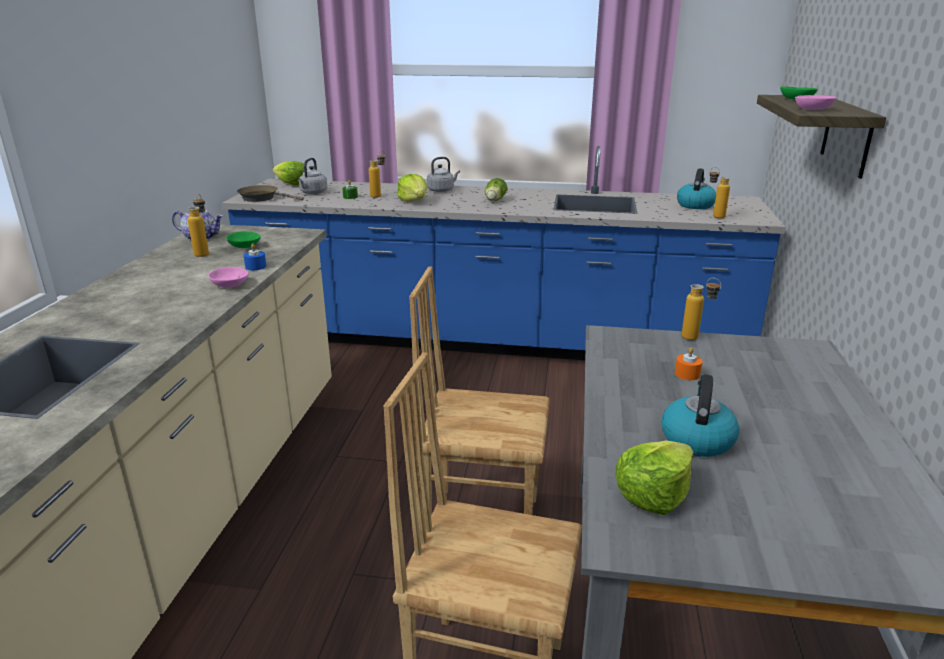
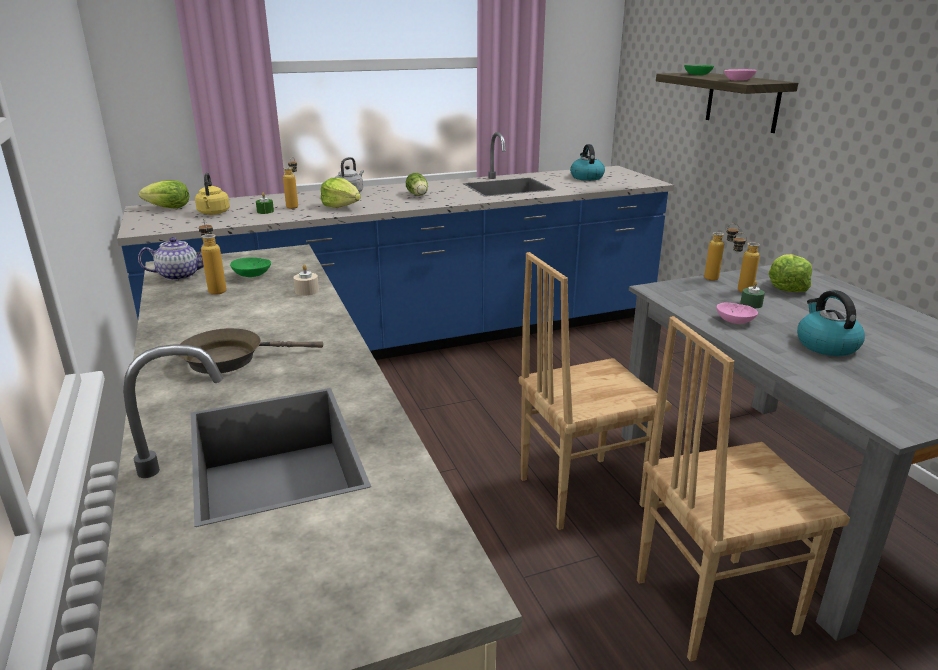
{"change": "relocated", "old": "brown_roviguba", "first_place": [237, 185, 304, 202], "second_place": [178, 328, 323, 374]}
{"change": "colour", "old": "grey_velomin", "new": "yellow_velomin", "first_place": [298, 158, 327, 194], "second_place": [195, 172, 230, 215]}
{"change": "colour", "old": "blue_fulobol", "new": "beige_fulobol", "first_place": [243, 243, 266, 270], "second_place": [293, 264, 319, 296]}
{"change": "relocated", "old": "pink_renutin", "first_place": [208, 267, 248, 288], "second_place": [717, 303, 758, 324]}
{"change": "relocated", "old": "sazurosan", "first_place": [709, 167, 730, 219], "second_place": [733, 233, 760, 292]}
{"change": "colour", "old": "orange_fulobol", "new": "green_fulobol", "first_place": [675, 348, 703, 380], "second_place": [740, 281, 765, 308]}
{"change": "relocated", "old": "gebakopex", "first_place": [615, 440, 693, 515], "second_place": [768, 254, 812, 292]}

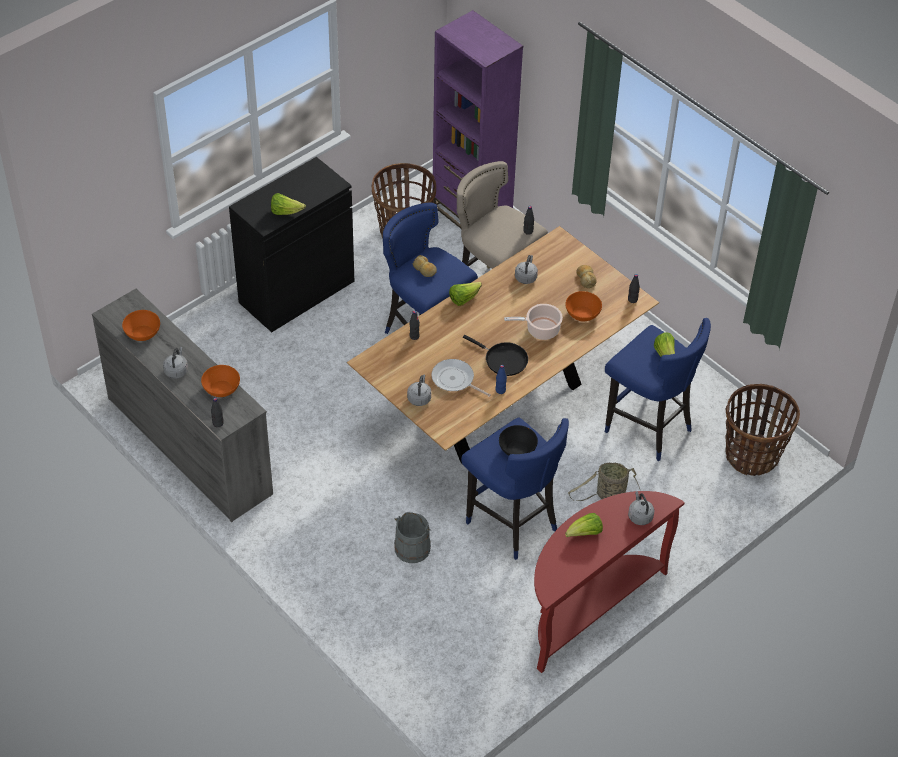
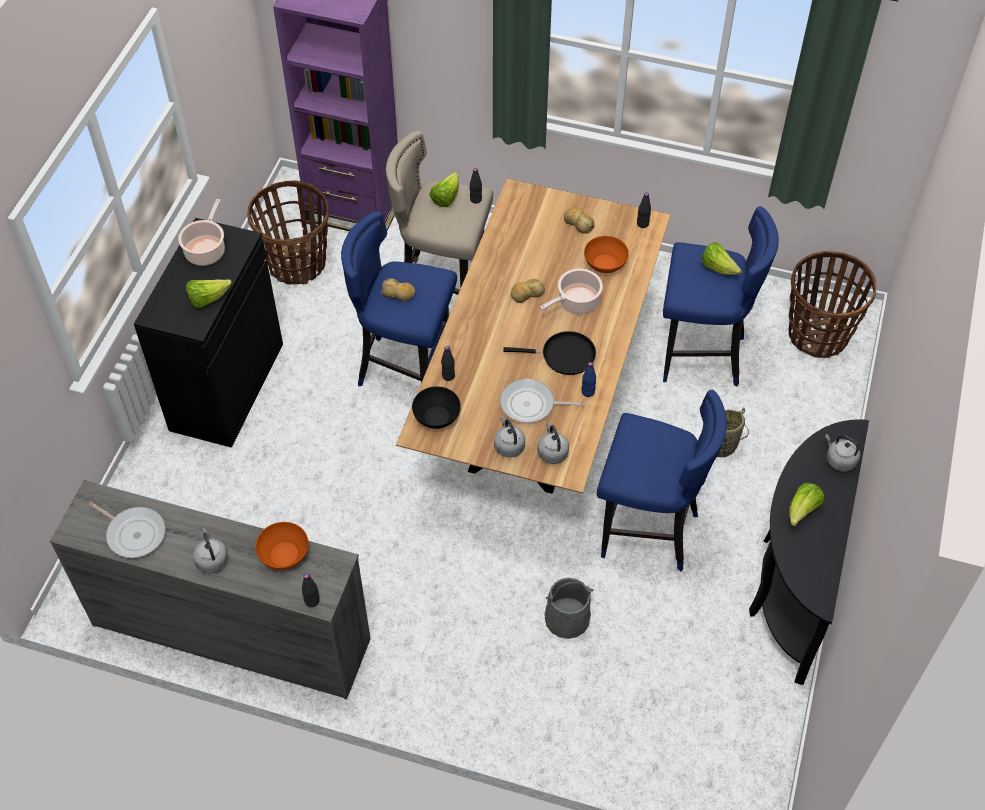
{"change": "exchanged", "old": "orange_renutin", "new": "roviguba", "first_place": [122, 310, 160, 341], "second_place": [89, 502, 166, 558]}
{"change": "appeared", "new": "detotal", "second_place": [178, 199, 225, 266]}
{"change": "relocated", "old": "black_renutin", "first_place": [499, 425, 538, 456], "second_place": [412, 386, 461, 429]}
{"change": "relocated", "old": "gebakopex", "first_place": [449, 282, 482, 306], "second_place": [430, 172, 459, 207]}
{"change": "appeared", "new": "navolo", "second_place": [510, 279, 545, 303]}
{"change": "relocated", "old": "grey_velomin", "first_place": [515, 255, 538, 284], "second_place": [537, 422, 569, 464]}
{"change": "colour", "old": "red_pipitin", "new": "black_pipitin", "first_place": [534, 491, 685, 673], "second_place": [749, 419, 869, 685]}

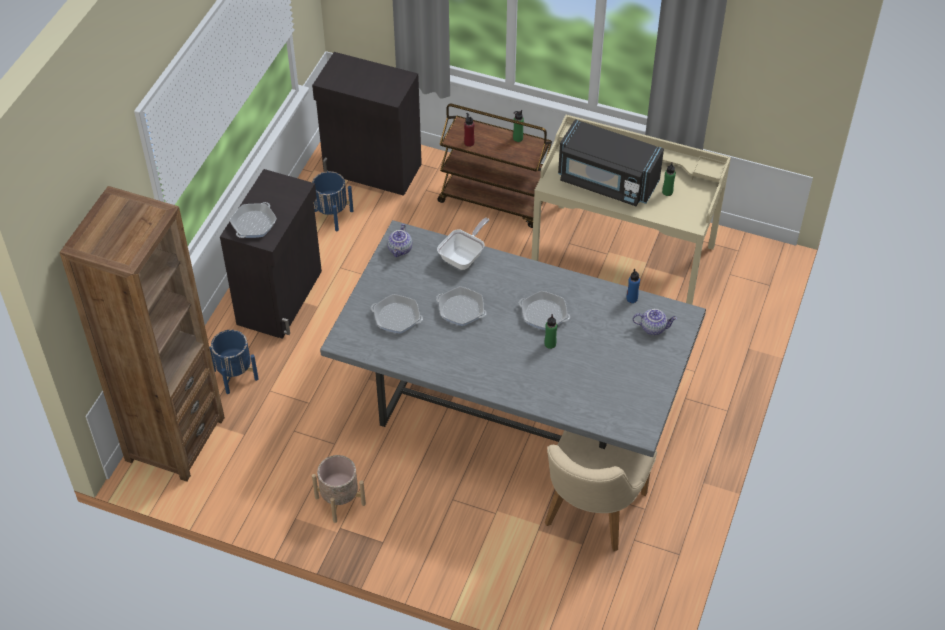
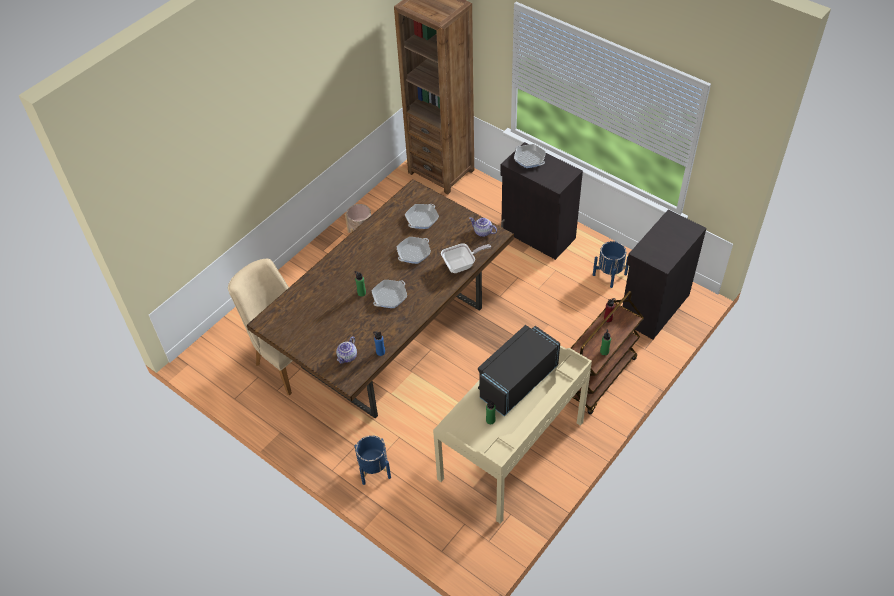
{"change": "colour", "old": "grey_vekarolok", "new": "brown_vekarolok", "first_place": [320, 220, 706, 457], "second_place": [247, 179, 514, 418]}
{"change": "relocated", "old": "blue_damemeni", "first_place": [209, 330, 259, 394], "second_place": [354, 435, 391, 485]}
{"change": "spun", "old": "roviguba", "first_place": [437, 218, 489, 270], "second_place": [441, 243, 491, 273], "degrees": -75}

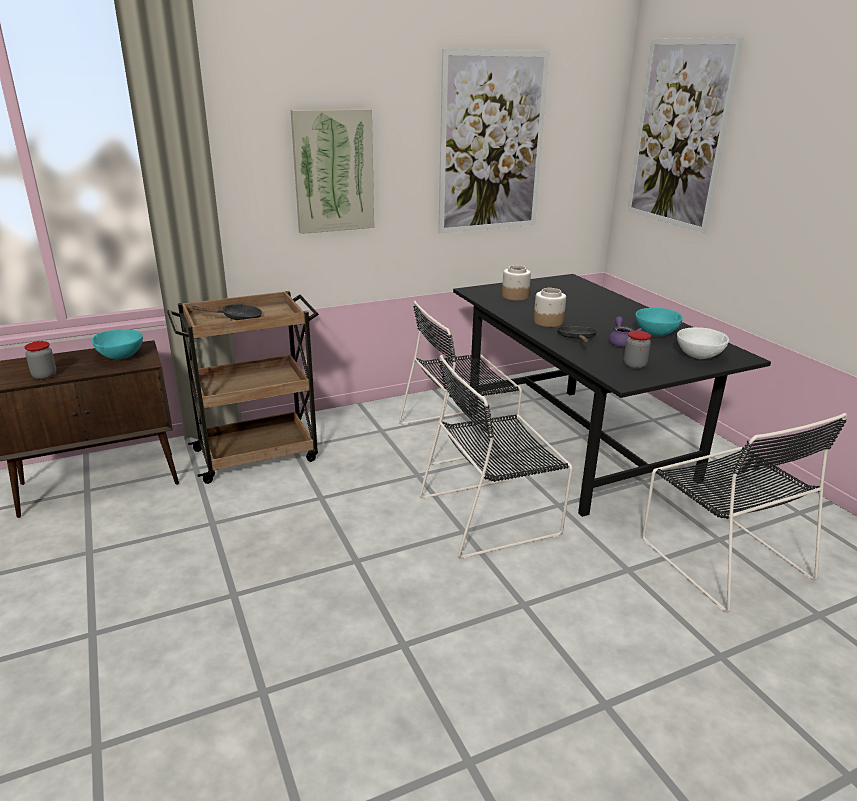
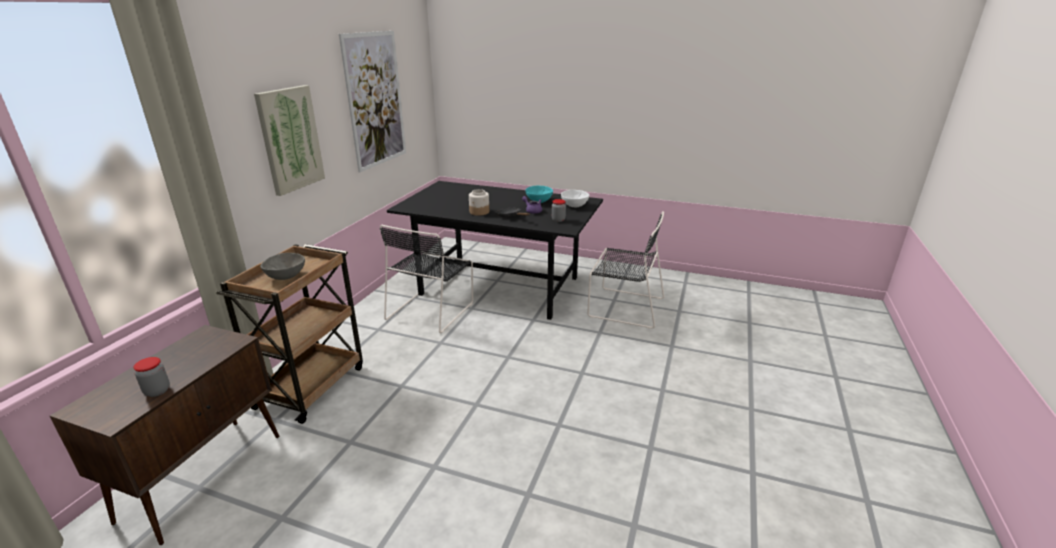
{"change": "exchanged", "old": "black_roviguba", "new": "grey_renutin", "first_place": [191, 304, 262, 320], "second_place": [260, 253, 305, 280]}
{"change": "missing", "old": "turquoise_renutin", "first_place": [91, 329, 143, 359]}
{"change": "missing", "old": "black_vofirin", "first_place": [420, 355, 573, 559]}
{"change": "missing", "old": "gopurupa", "first_place": [502, 265, 531, 301]}
{"change": "missing", "old": "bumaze", "first_place": [627, 37, 744, 234]}

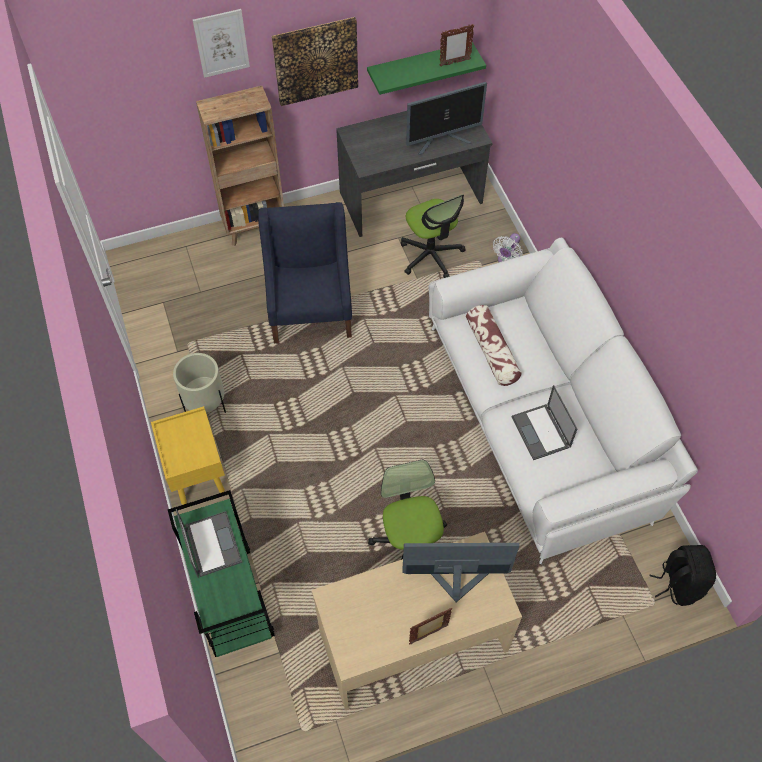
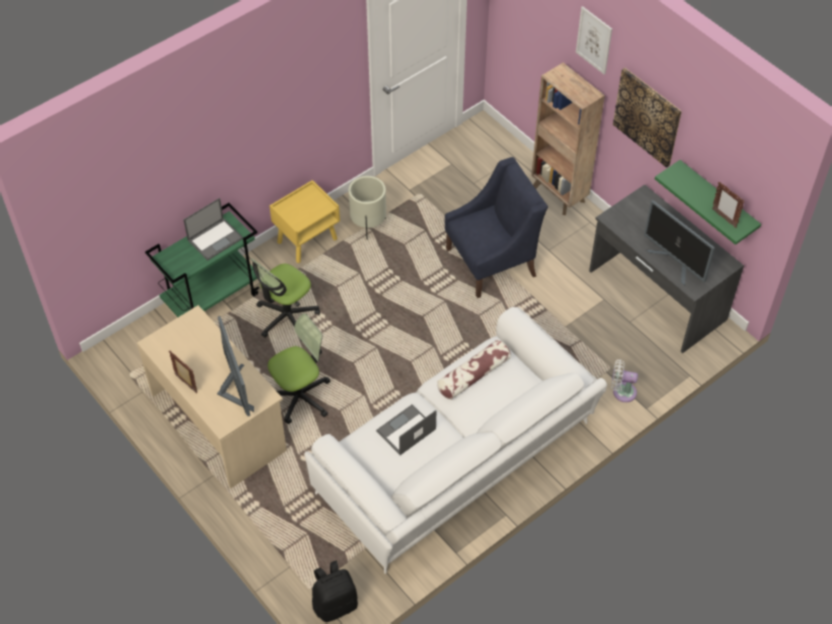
{"change": "relocated", "old": "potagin", "first_place": [401, 194, 465, 278], "second_place": [251, 258, 320, 340]}

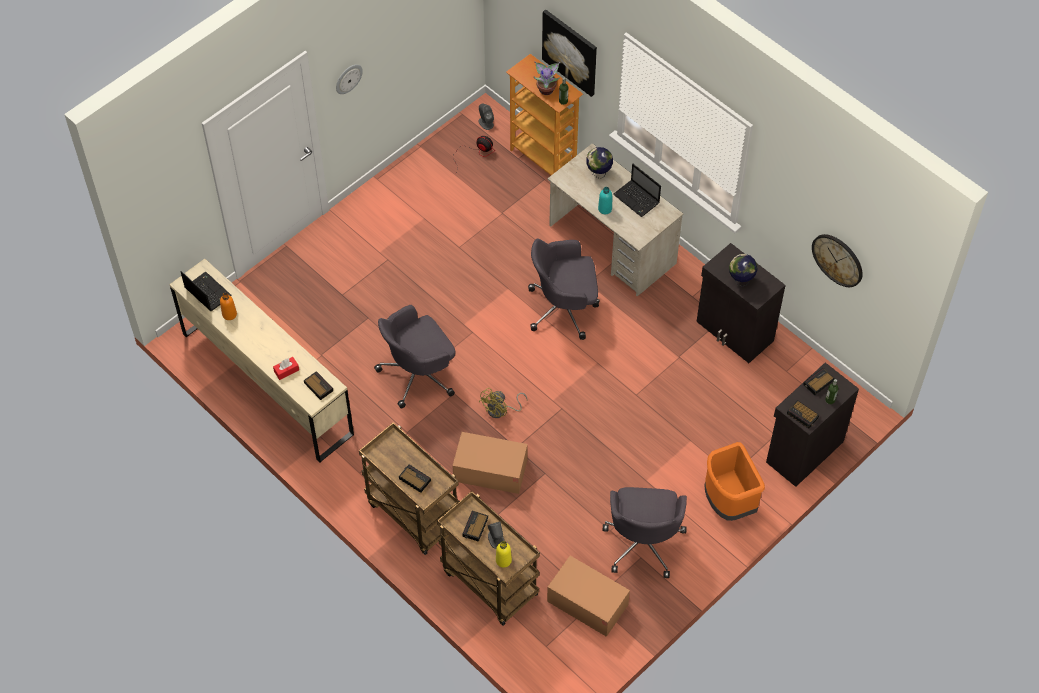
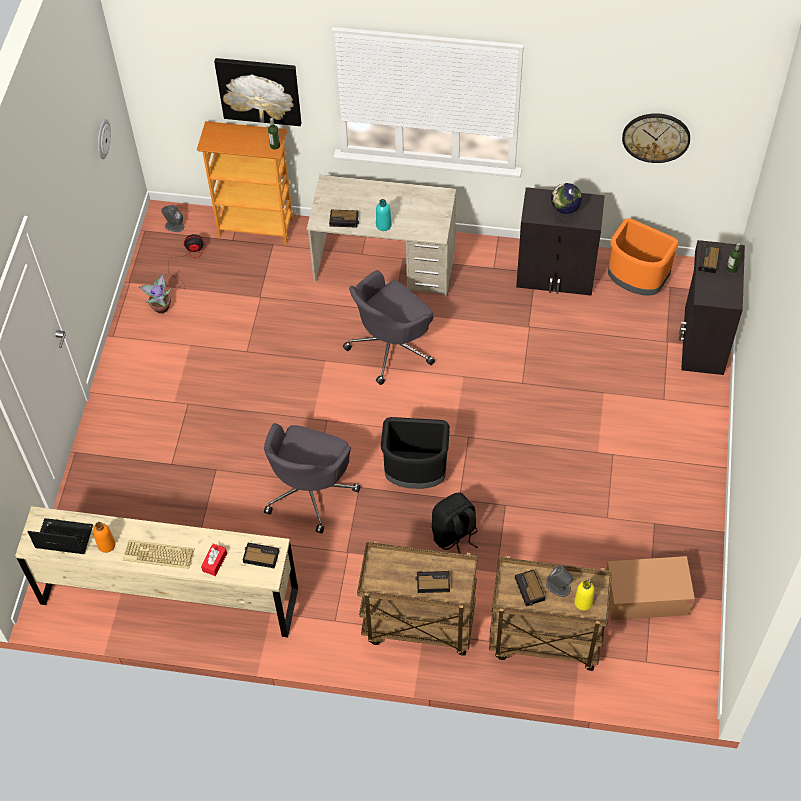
{"change": "relocated", "old": "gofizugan", "first_place": [336, 64, 363, 94], "second_place": [98, 119, 111, 159]}
{"change": "appeared", "new": "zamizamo", "second_place": [123, 540, 195, 569]}
{"change": "relocated", "old": "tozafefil", "first_place": [533, 61, 560, 95], "second_place": [139, 274, 171, 314]}
{"change": "relocated", "old": "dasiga", "first_place": [787, 400, 819, 429], "second_place": [329, 210, 359, 228]}
{"change": "exchanged", "old": "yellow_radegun", "new": "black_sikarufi", "first_place": [479, 388, 528, 418], "second_place": [381, 417, 450, 489]}
{"change": "exchanged", "old": "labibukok", "new": "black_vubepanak", "first_place": [453, 432, 528, 494], "second_place": [432, 493, 478, 554]}
{"change": "relocated", "old": "orange_sikarufi", "first_place": [704, 442, 765, 521], "second_place": [608, 218, 679, 296]}
{"change": "missing", "old": "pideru", "first_place": [586, 147, 613, 179]}
{"change": "missing", "old": "grey_potagin", "first_place": [603, 487, 687, 578]}
{"change": "missing", "old": "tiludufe", "first_place": [613, 164, 661, 217]}

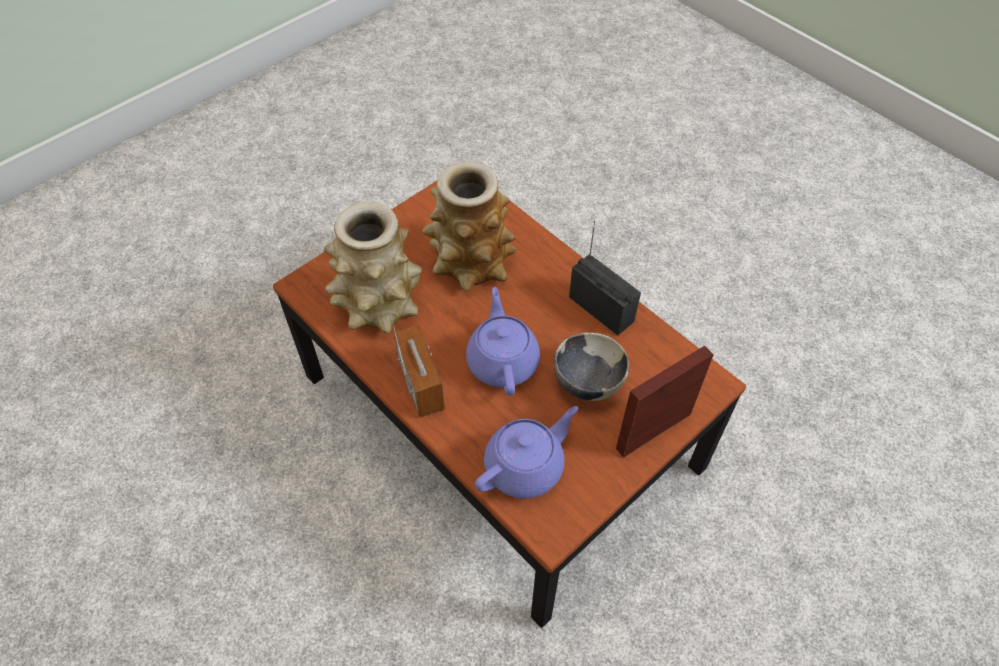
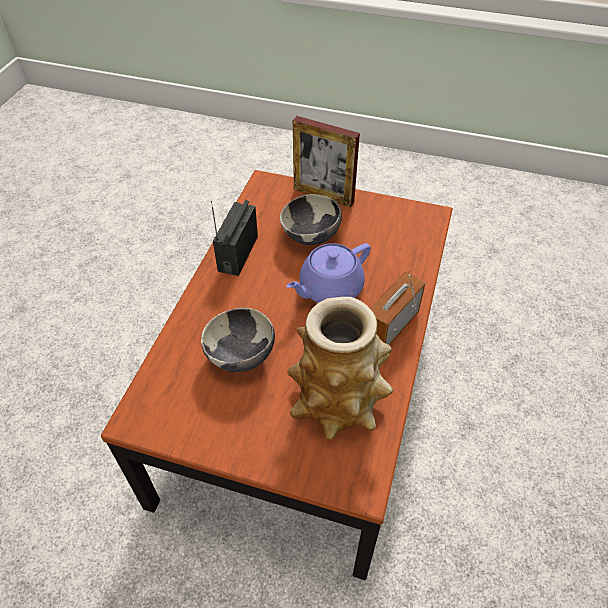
{"change": "exchanged", "old": "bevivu", "new": "renutin", "first_place": [422, 162, 517, 291], "second_place": [201, 307, 275, 372]}
{"change": "missing", "old": "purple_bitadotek", "first_place": [475, 406, 579, 499]}

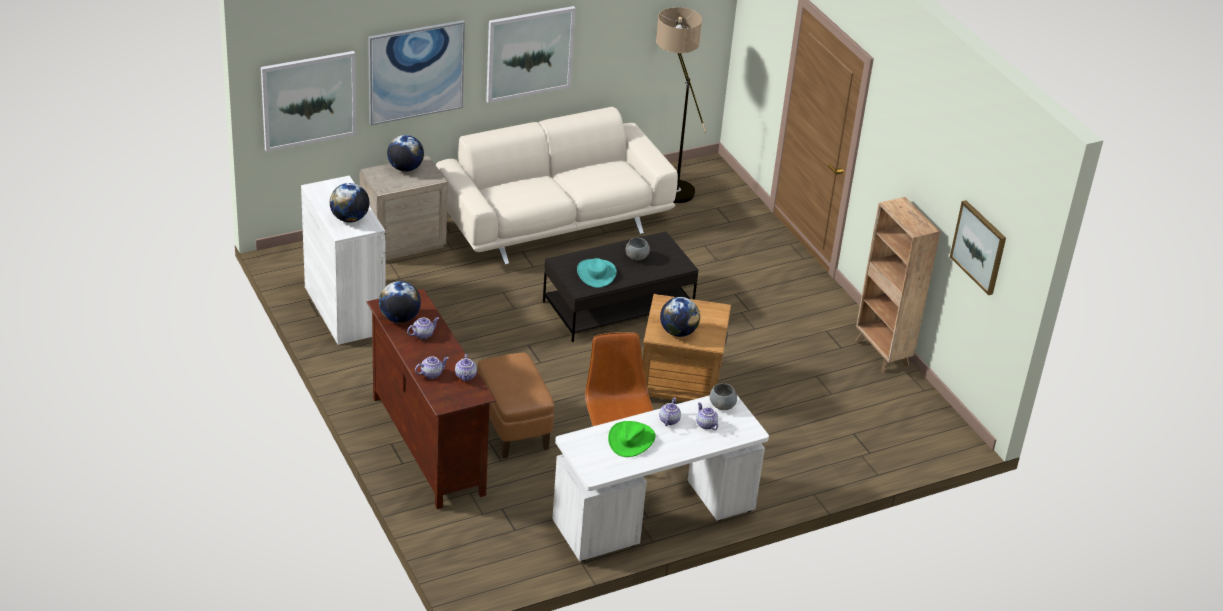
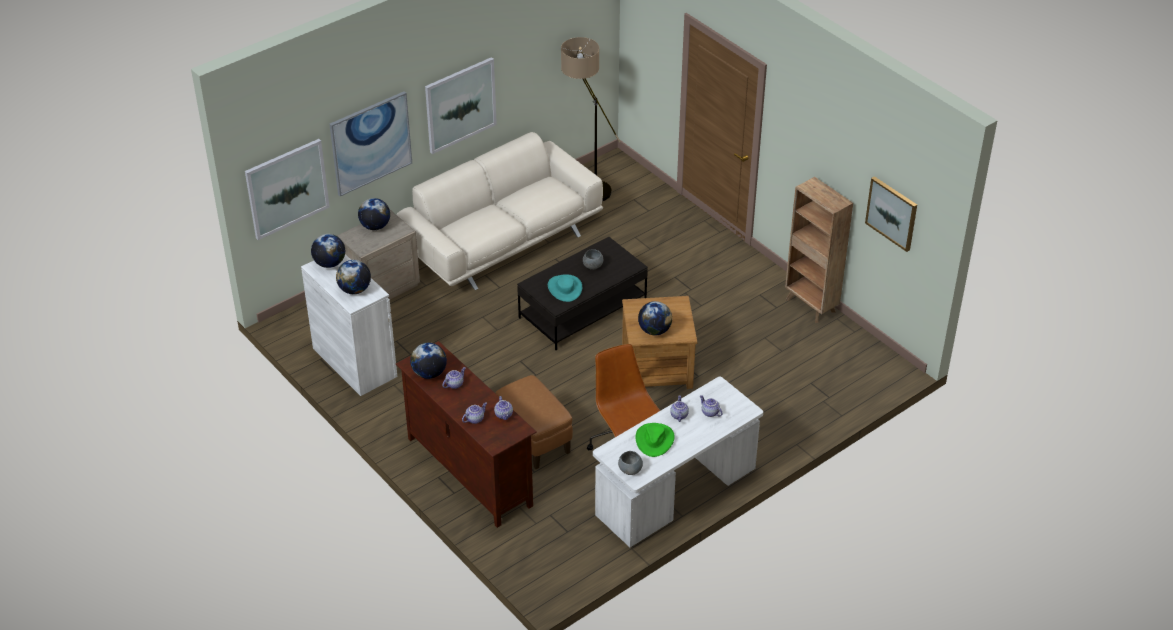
{"change": "appeared", "new": "pideru", "second_place": [311, 234, 345, 268]}
{"change": "relocated", "old": "grey_renutin", "first_place": [710, 383, 737, 410], "second_place": [618, 451, 643, 475]}

